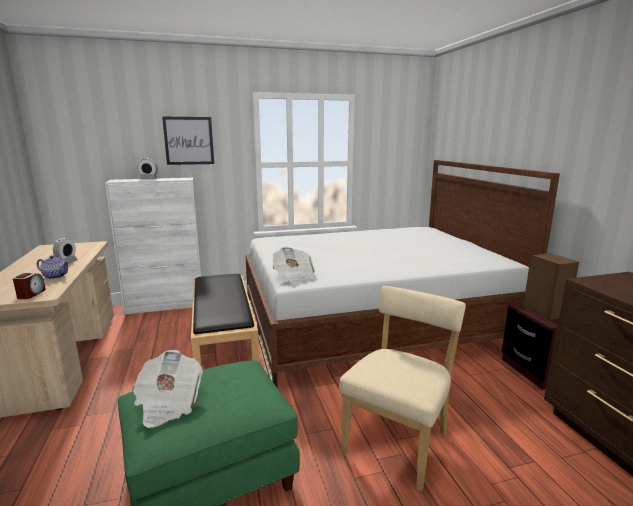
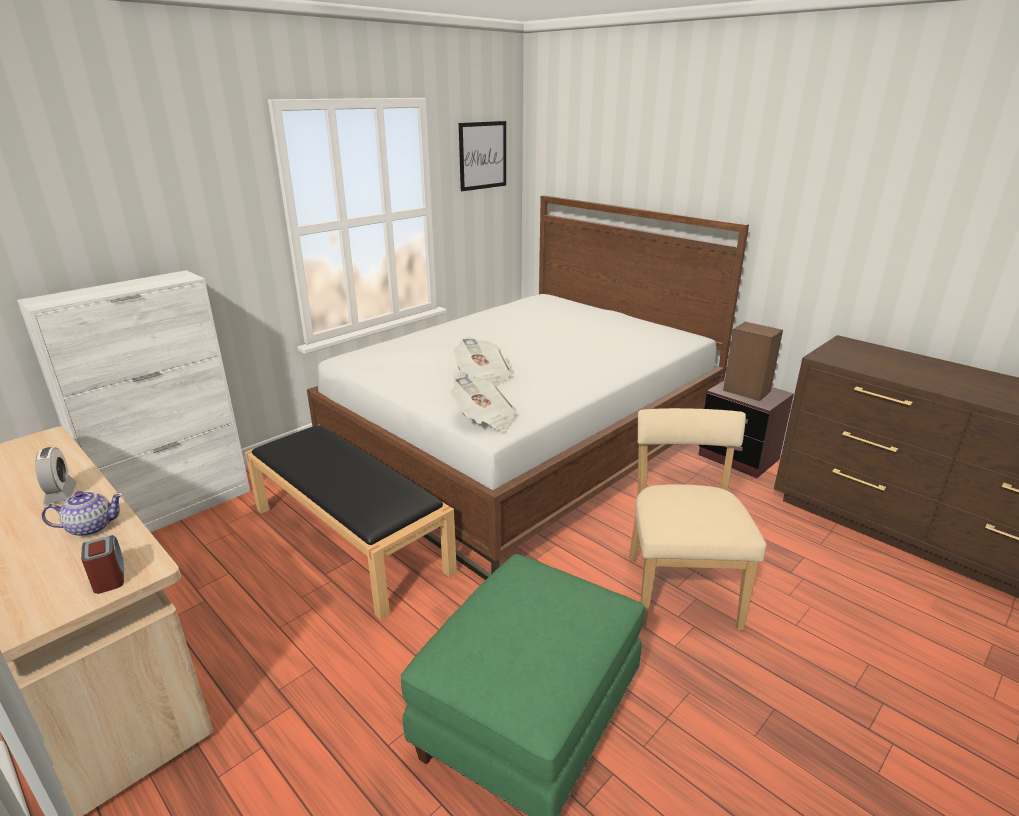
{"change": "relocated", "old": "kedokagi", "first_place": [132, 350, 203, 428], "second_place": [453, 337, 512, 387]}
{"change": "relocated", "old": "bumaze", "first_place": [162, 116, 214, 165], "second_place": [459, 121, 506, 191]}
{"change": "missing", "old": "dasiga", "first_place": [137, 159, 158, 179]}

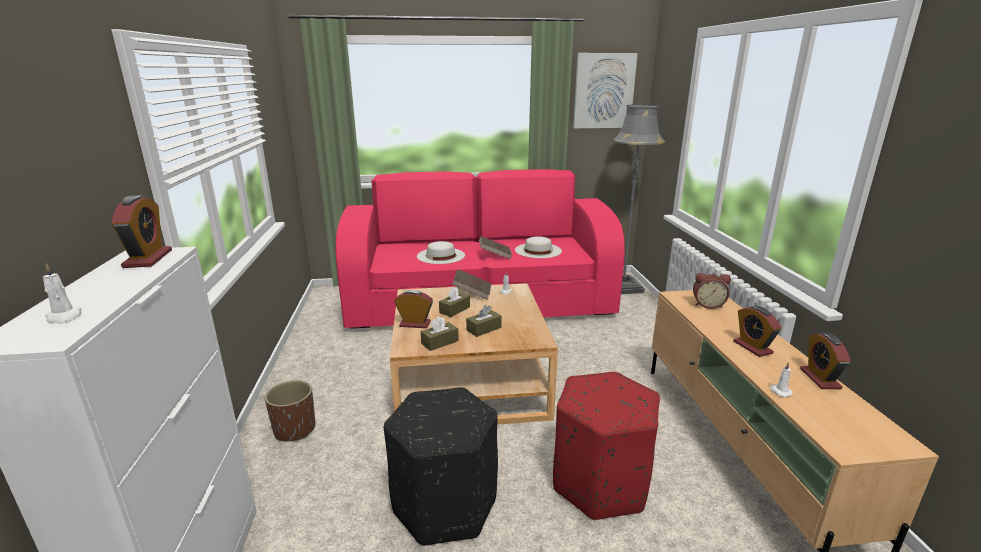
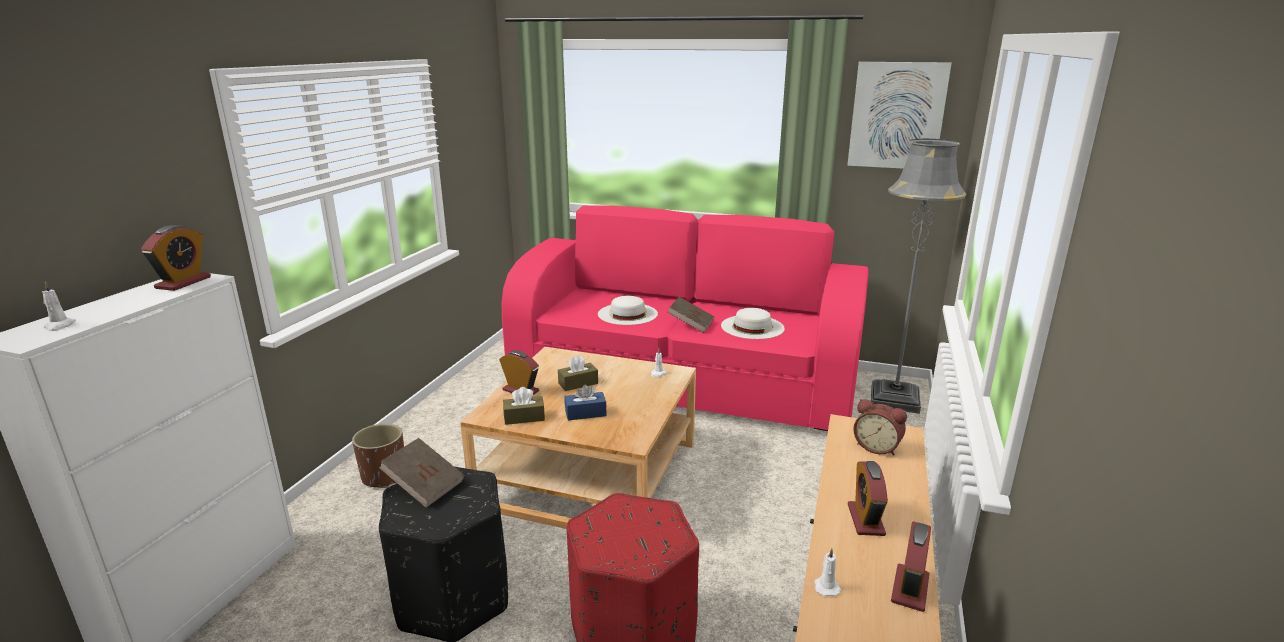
{"change": "relocated", "old": "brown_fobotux", "first_place": [452, 269, 491, 300], "second_place": [379, 438, 465, 508]}
{"change": "colour", "old": "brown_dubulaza", "new": "blue_dubulaza", "first_place": [466, 305, 502, 337], "second_place": [565, 384, 607, 421]}

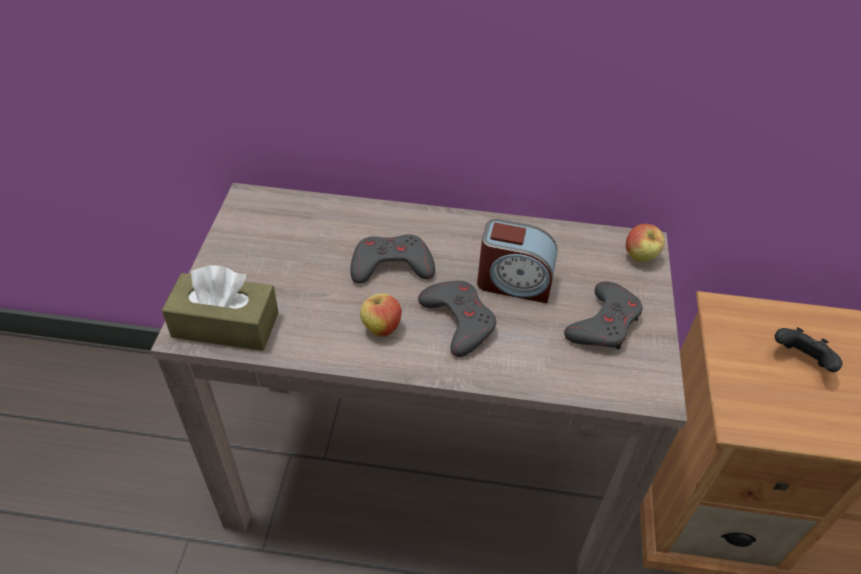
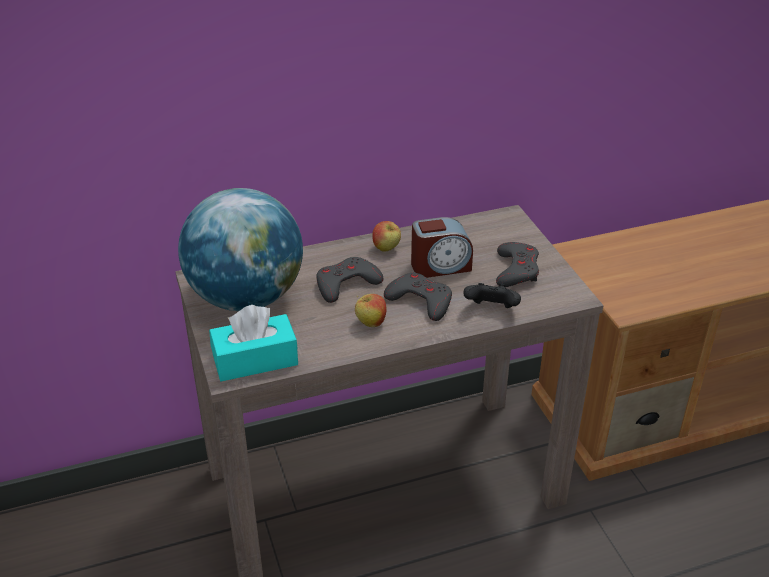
{"change": "appeared", "new": "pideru", "second_place": [178, 188, 303, 311]}
{"change": "colour", "old": "brown_dubulaza", "new": "turquoise_dubulaza", "first_place": [162, 265, 279, 351], "second_place": [209, 305, 298, 381]}
{"change": "relocated", "old": "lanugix", "first_place": [626, 224, 665, 262], "second_place": [372, 221, 401, 252]}
{"change": "relocated", "old": "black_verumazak", "first_place": [775, 327, 843, 372], "second_place": [463, 283, 521, 308]}

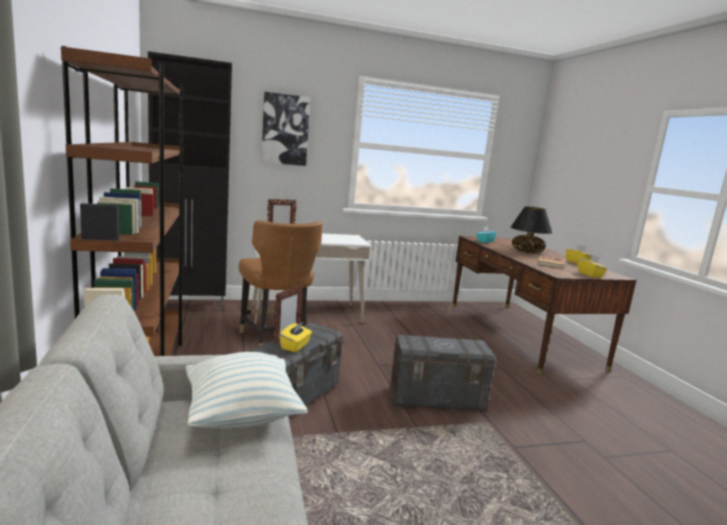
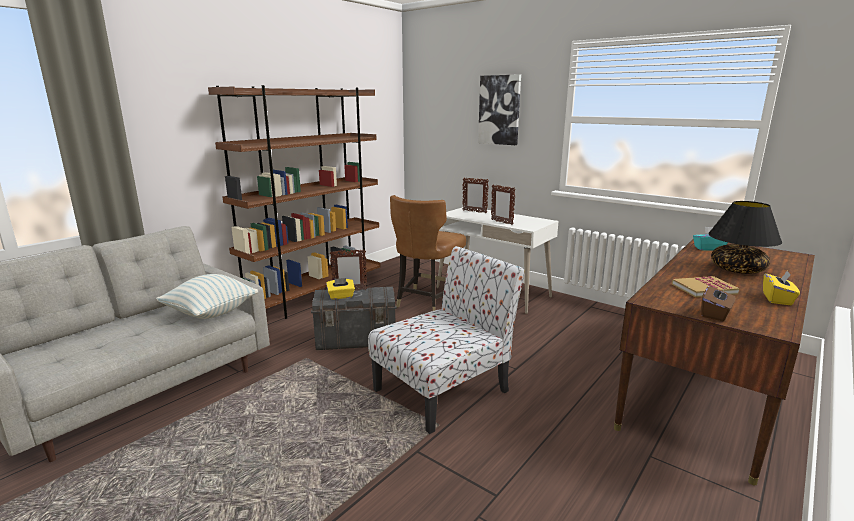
{"change": "exchanged", "old": "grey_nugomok", "new": "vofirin", "first_place": [390, 335, 496, 411], "second_place": [368, 246, 525, 434]}
{"change": "appeared", "new": "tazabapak", "second_place": [491, 184, 516, 225]}
{"change": "colour", "old": "yellow_dubulaza", "new": "brown_dubulaza", "first_place": [578, 255, 607, 277], "second_place": [701, 286, 735, 321]}
{"change": "missing", "old": "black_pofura", "first_place": [148, 51, 232, 310]}

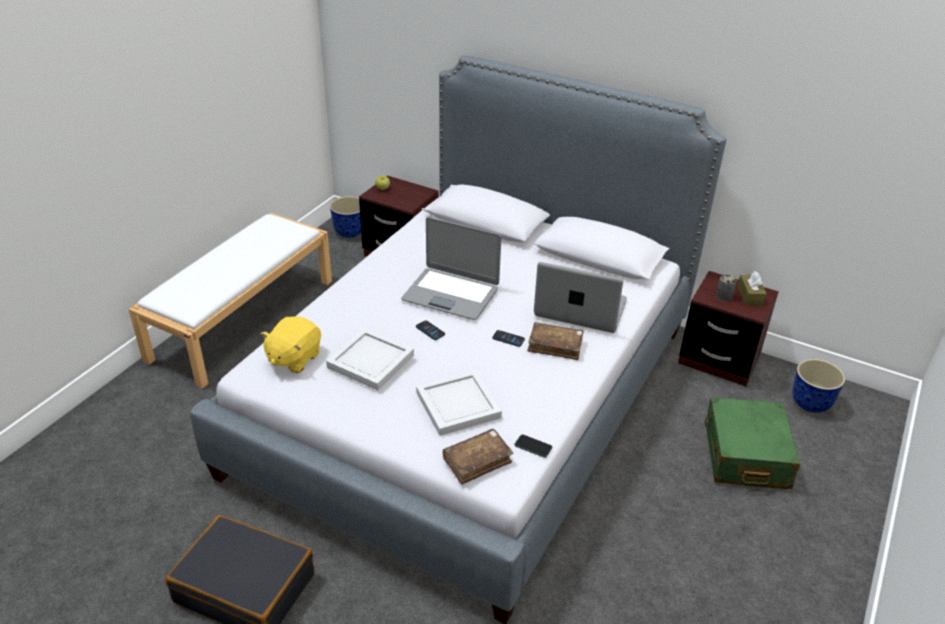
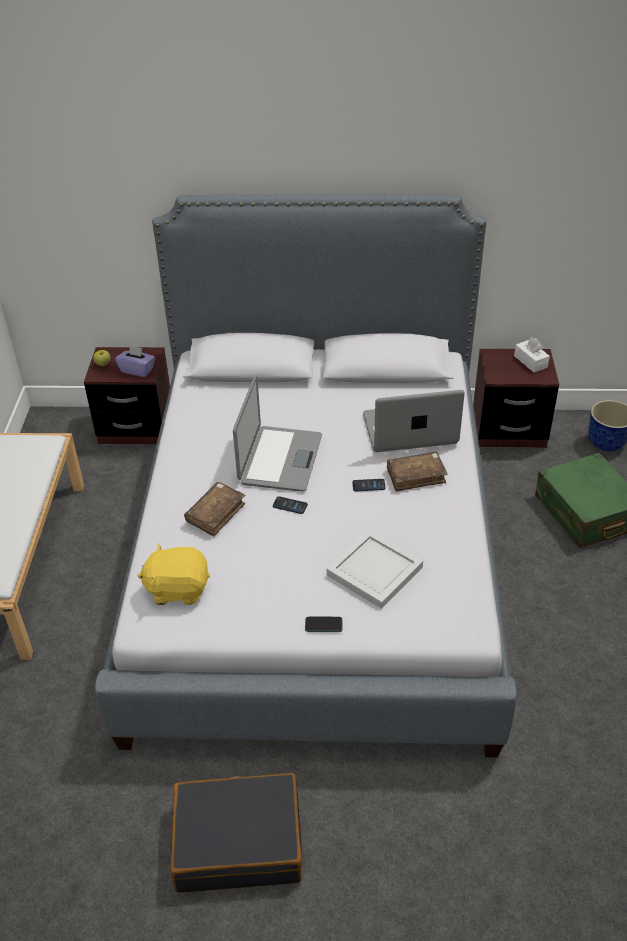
{"change": "appeared", "new": "purple_dubulaza", "second_place": [115, 345, 155, 377]}
{"change": "spun", "old": "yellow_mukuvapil", "first_place": [261, 316, 321, 373], "second_place": [138, 544, 210, 605], "degrees": 90}
{"change": "relocated", "old": "brown_fobotux", "first_place": [443, 429, 514, 485], "second_place": [184, 482, 245, 537]}
{"change": "spun", "old": "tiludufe", "first_place": [401, 217, 502, 320], "second_place": [233, 376, 322, 491], "degrees": -75}
{"change": "relocated", "old": "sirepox", "first_place": [514, 434, 552, 458], "second_place": [305, 617, 342, 632]}
{"change": "colour", "old": "brown_dubulaza", "new": "white_dubulaza", "first_place": [737, 271, 767, 306], "second_place": [514, 337, 550, 372]}
{"change": "missing", "old": "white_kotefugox", "first_place": [326, 328, 414, 390]}
{"change": "missing", "old": "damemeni", "first_place": [330, 196, 361, 238]}
{"change": "missing", "old": "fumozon", "first_place": [716, 274, 737, 302]}

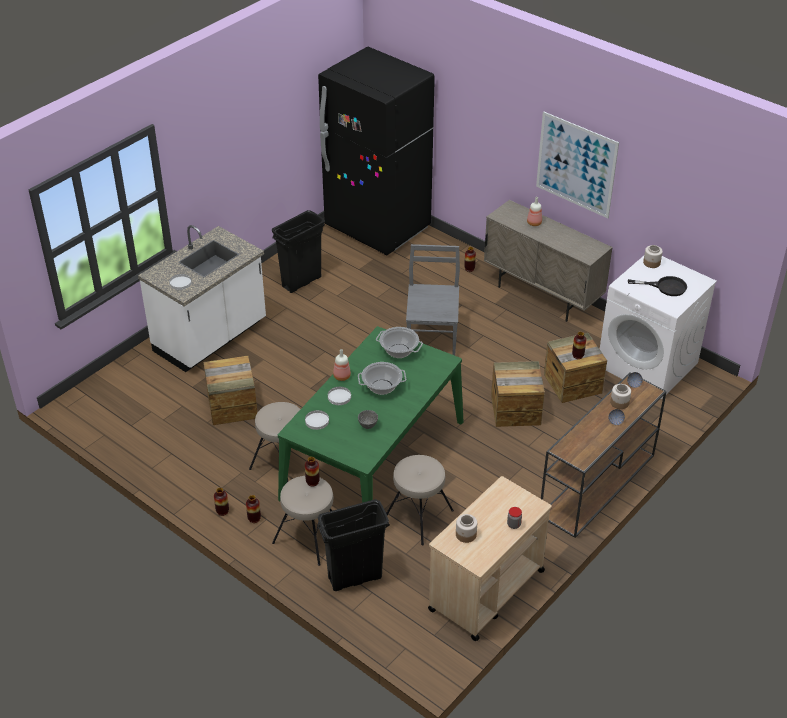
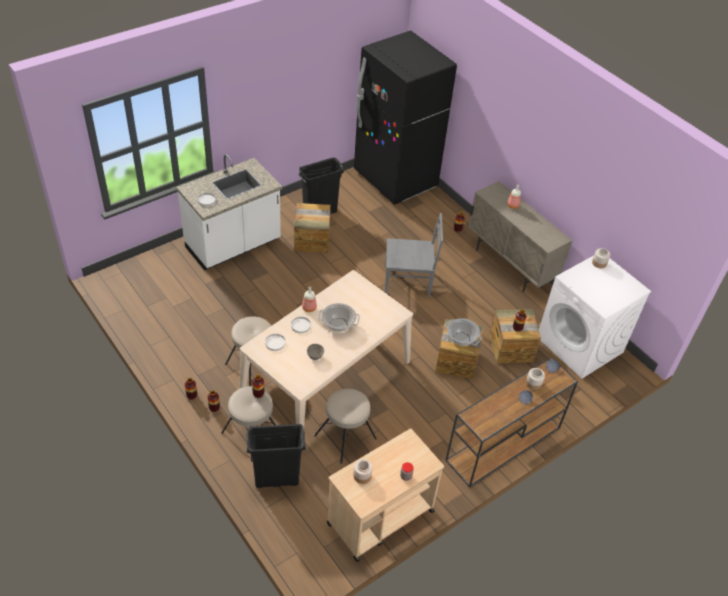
{"change": "colour", "old": "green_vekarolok", "new": "beige_vekarolok", "first_place": [278, 326, 464, 503], "second_place": [239, 270, 413, 428]}
{"change": "relocated", "old": "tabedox", "first_place": [203, 356, 257, 425], "second_place": [294, 203, 331, 253]}
{"change": "spun", "old": "grey_vofirin", "first_place": [406, 244, 460, 355], "second_place": [385, 213, 443, 297], "degrees": 75}
{"change": "relocated", "old": "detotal", "first_place": [376, 327, 423, 358], "second_place": [445, 318, 482, 346]}
{"change": "missing", "old": "bumaze", "first_place": [536, 112, 619, 218]}
{"change": "missing", "old": "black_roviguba", "first_place": [628, 276, 687, 296]}

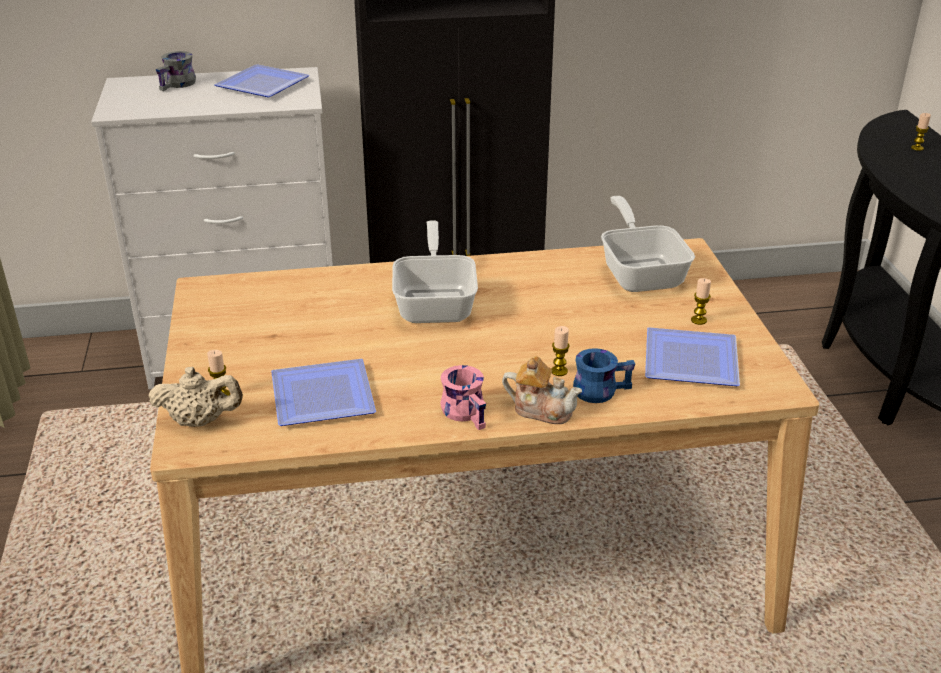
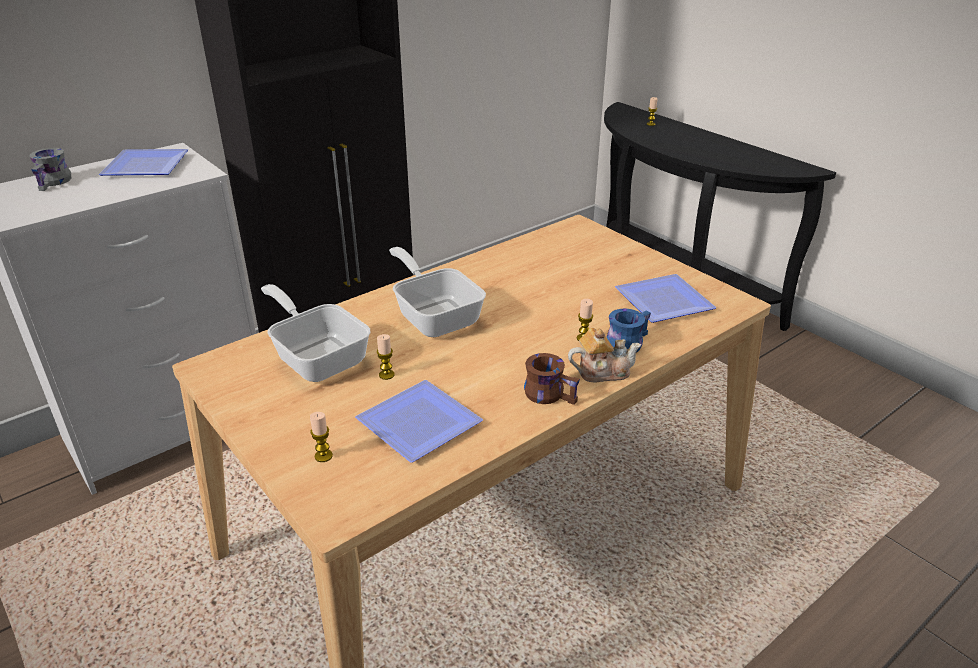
{"change": "relocated", "old": "roviguba", "first_place": [601, 196, 695, 292], "second_place": [261, 284, 370, 382]}
{"change": "relocated", "old": "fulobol", "first_place": [691, 278, 711, 325], "second_place": [377, 334, 395, 380]}
{"change": "colour", "old": "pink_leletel", "new": "brown_leletel", "first_place": [440, 365, 486, 430], "second_place": [524, 353, 580, 405]}
{"change": "missing", "old": "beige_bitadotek", "first_place": [149, 367, 243, 427]}

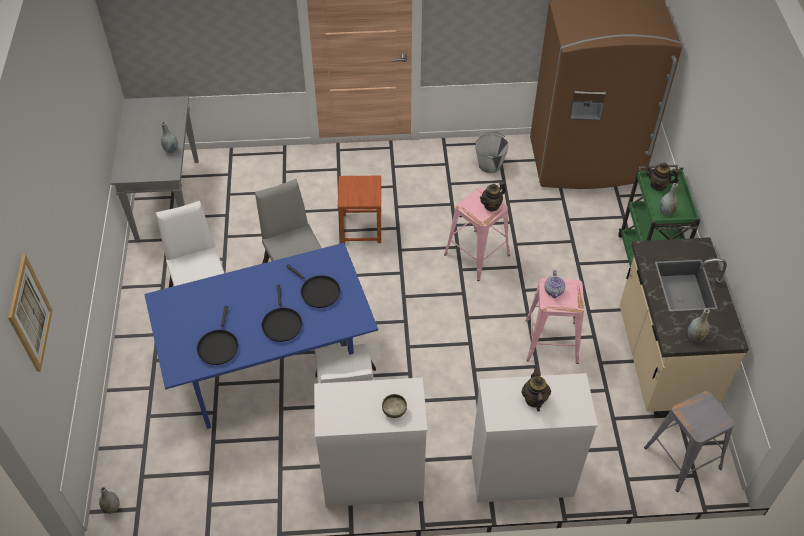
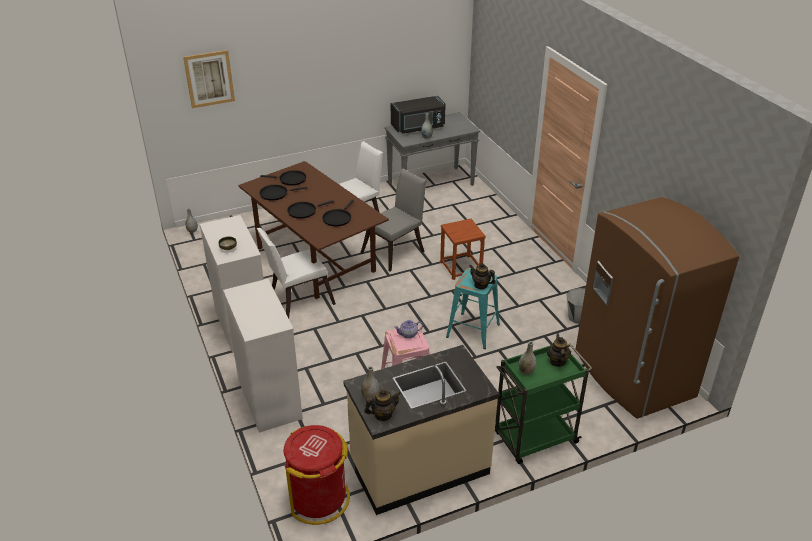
{"change": "colour", "old": "blue_vekarolok", "new": "brown_vekarolok", "first_place": [144, 243, 378, 429], "second_place": [238, 161, 389, 299]}
{"change": "appeared", "new": "black_roviguba", "second_place": [260, 170, 306, 186]}
{"change": "exchanged", "old": "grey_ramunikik", "new": "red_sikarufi", "first_place": [644, 391, 734, 492], "second_place": [284, 425, 350, 525]}
{"change": "relocated", "old": "bitadotek", "first_place": [522, 367, 551, 412], "second_place": [364, 389, 401, 421]}
{"change": "appeared", "new": "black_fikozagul", "second_place": [391, 96, 446, 134]}
{"change": "colour", "old": "pink_ramunikik", "new": "turquoise_ramunikik", "first_place": [444, 188, 510, 281], "second_place": [446, 268, 500, 349]}

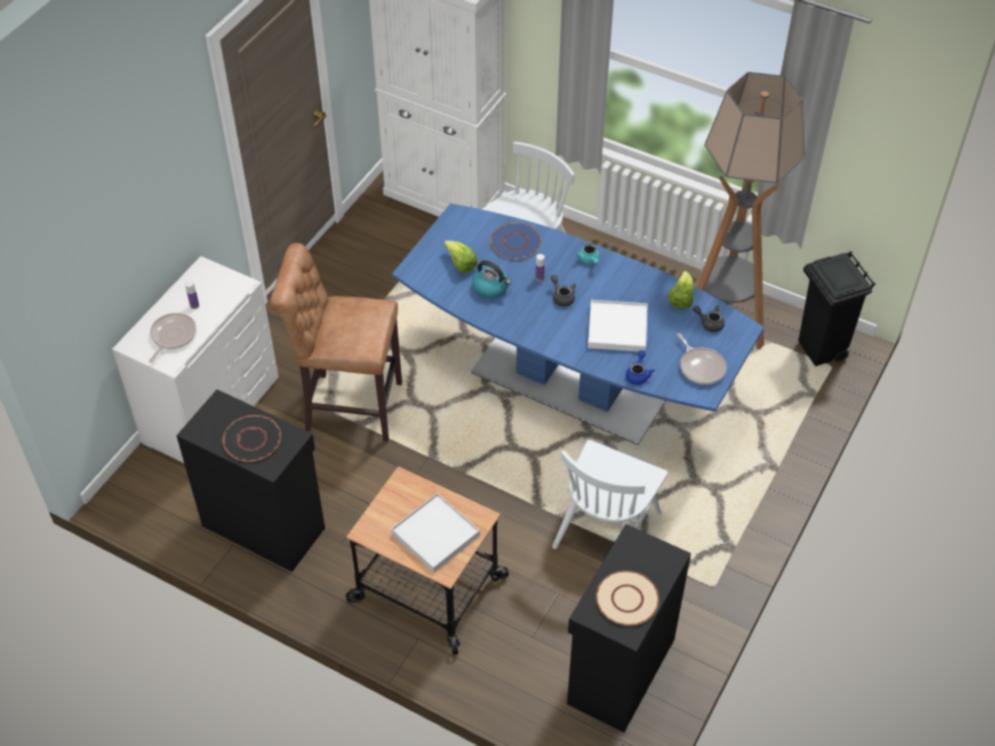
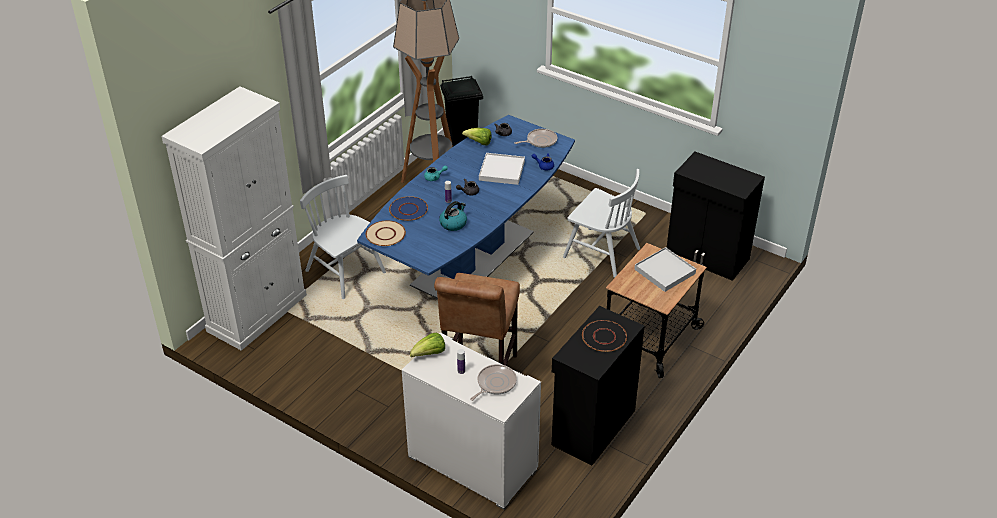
{"change": "relocated", "old": "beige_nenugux", "first_place": [596, 571, 659, 626], "second_place": [366, 220, 406, 246]}
{"change": "relocated", "old": "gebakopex", "first_place": [444, 240, 478, 273], "second_place": [410, 333, 445, 357]}
{"change": "spun", "old": "roviguba", "first_place": [149, 313, 196, 363], "second_place": [470, 364, 517, 401], "degrees": 105}

